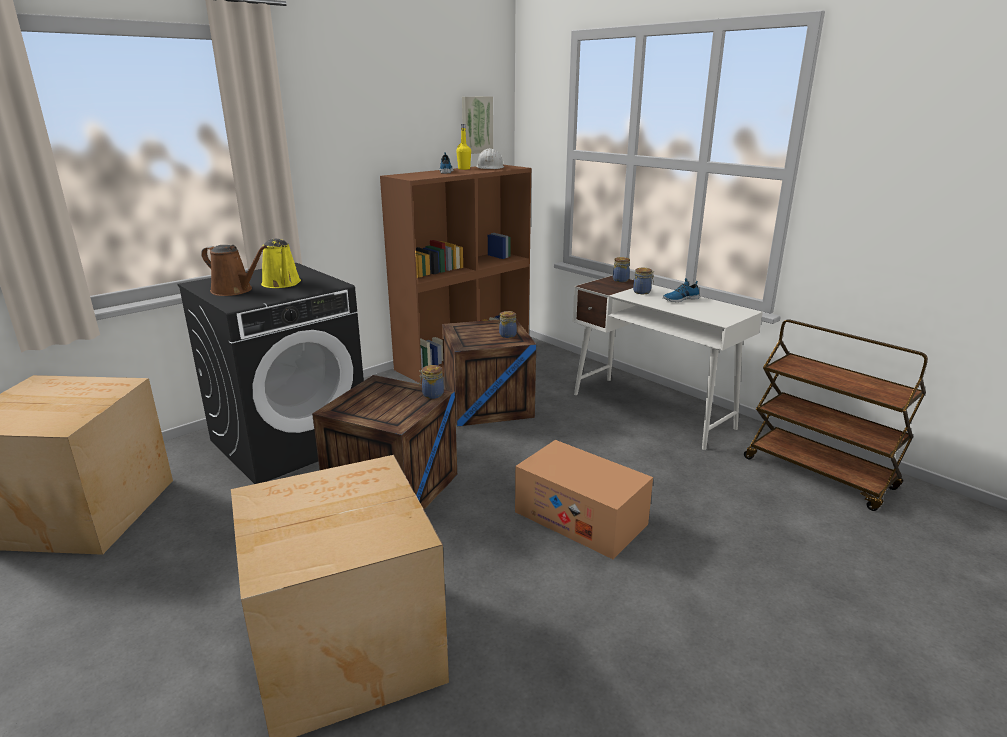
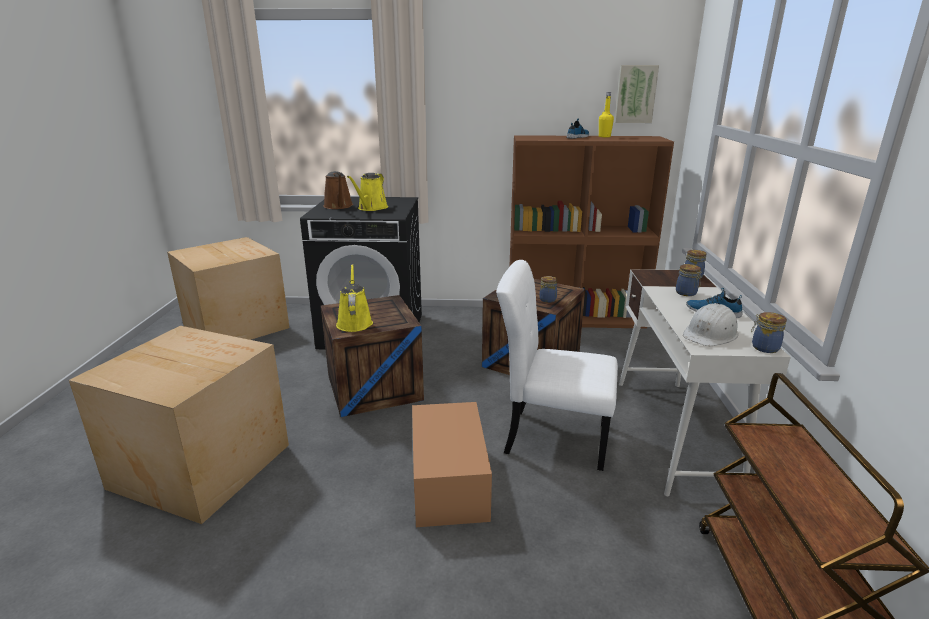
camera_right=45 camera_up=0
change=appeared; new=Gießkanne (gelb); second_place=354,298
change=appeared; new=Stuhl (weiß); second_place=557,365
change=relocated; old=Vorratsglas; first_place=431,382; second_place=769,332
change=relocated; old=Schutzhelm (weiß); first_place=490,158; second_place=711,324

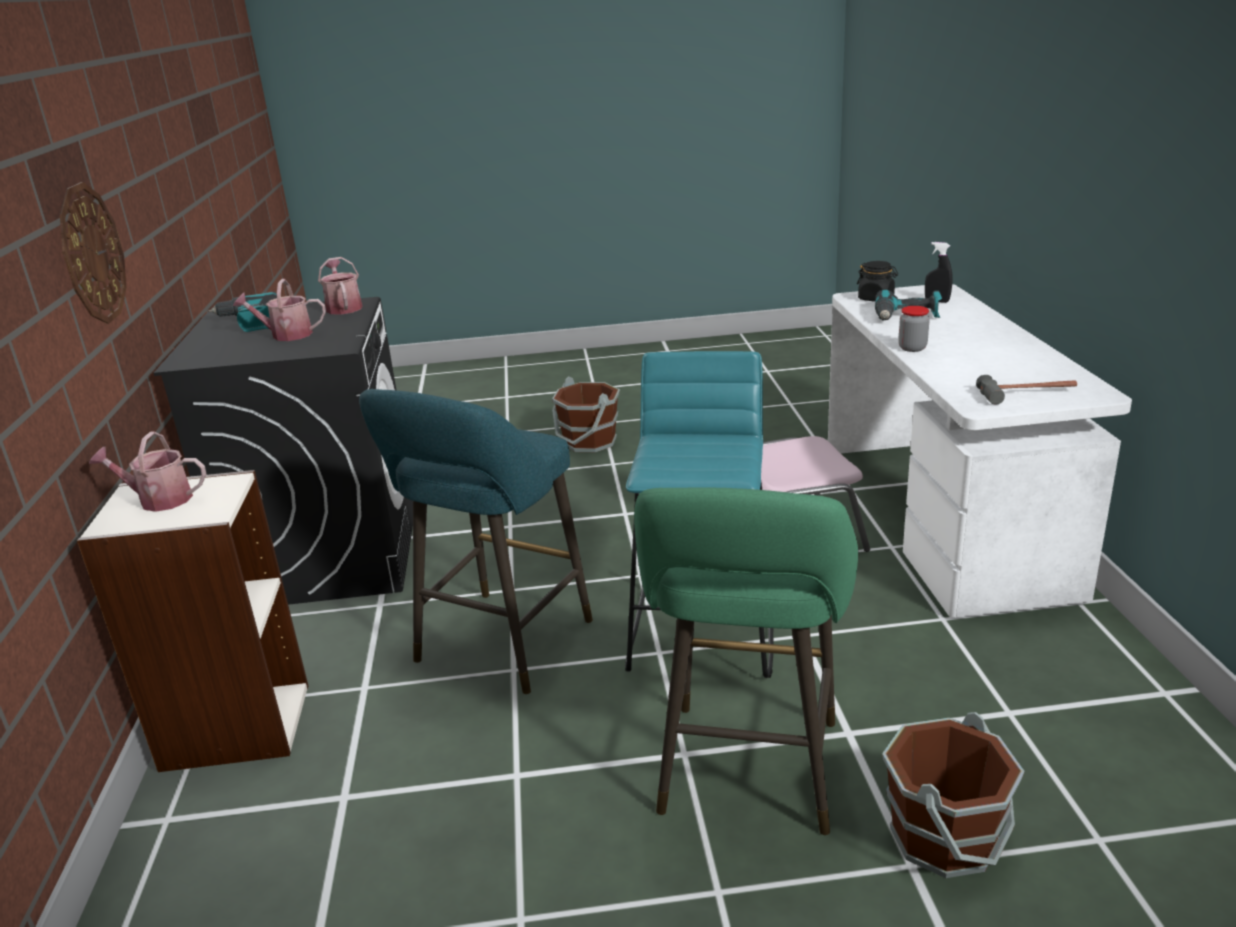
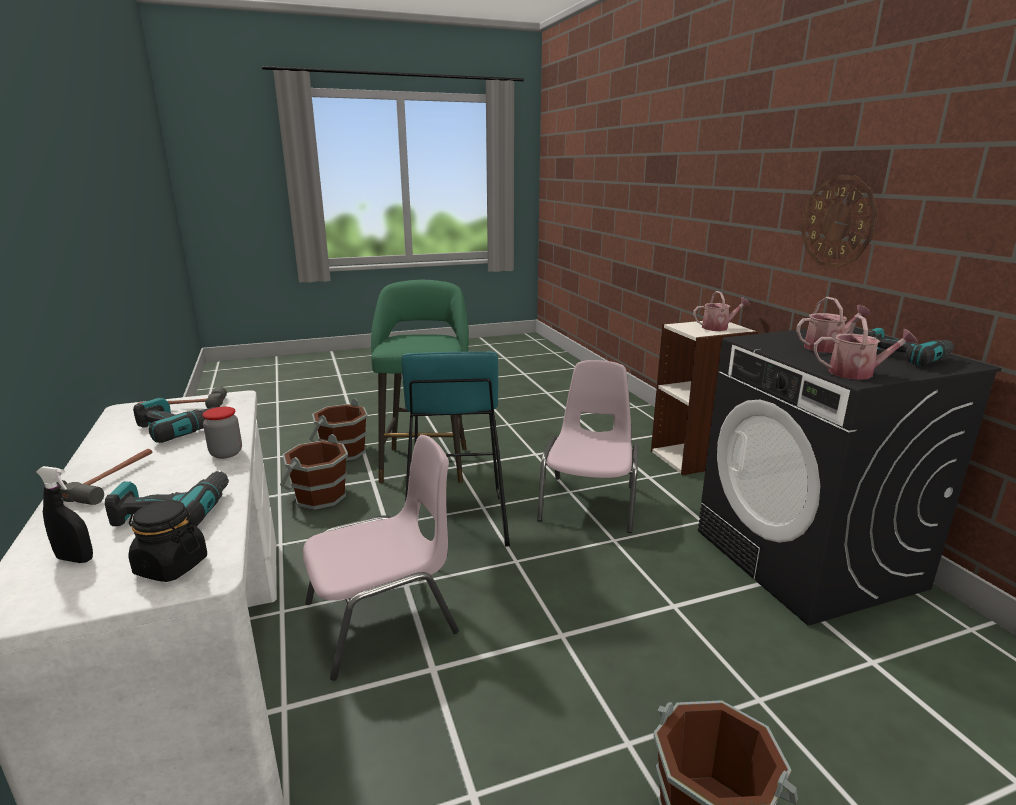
camera_right=165 camera_up=-5
change=appeared; new=Hammer; second_place=105,477
change=appeared; new=Bohrmaschine; second_place=174,420
change=appeared; new=Eimer (braun); second_place=314,472
change=exchanged; old=Hocker (türkis); new=Stuhl (rosa); first_place=476,541; second_place=587,446
change=spun; old=Gießkanne; first_place=340,286; second_place=865,347; degrees=-45

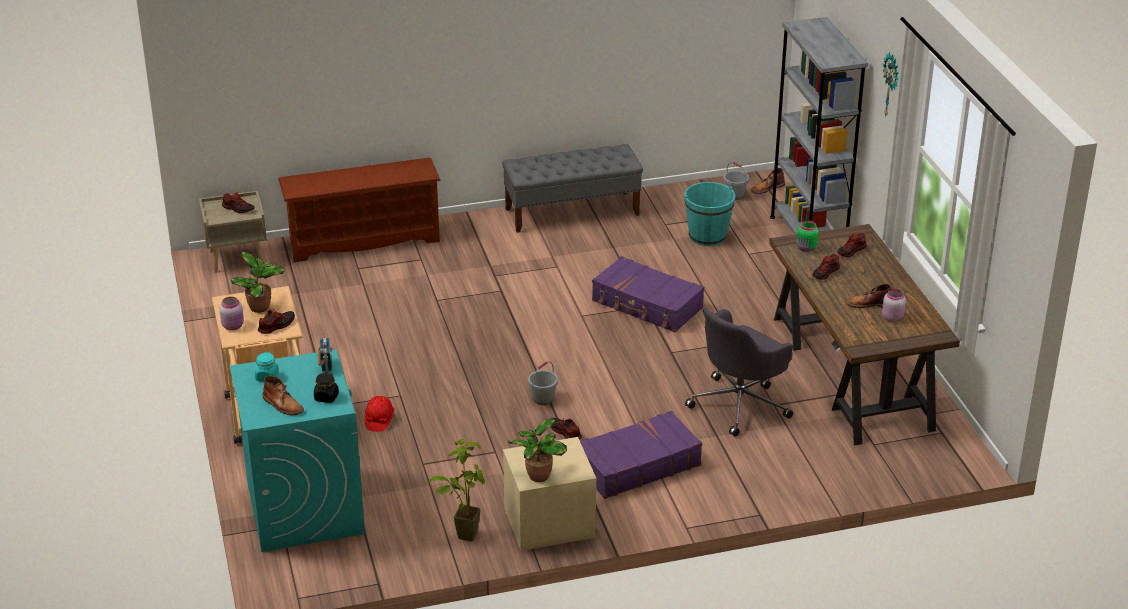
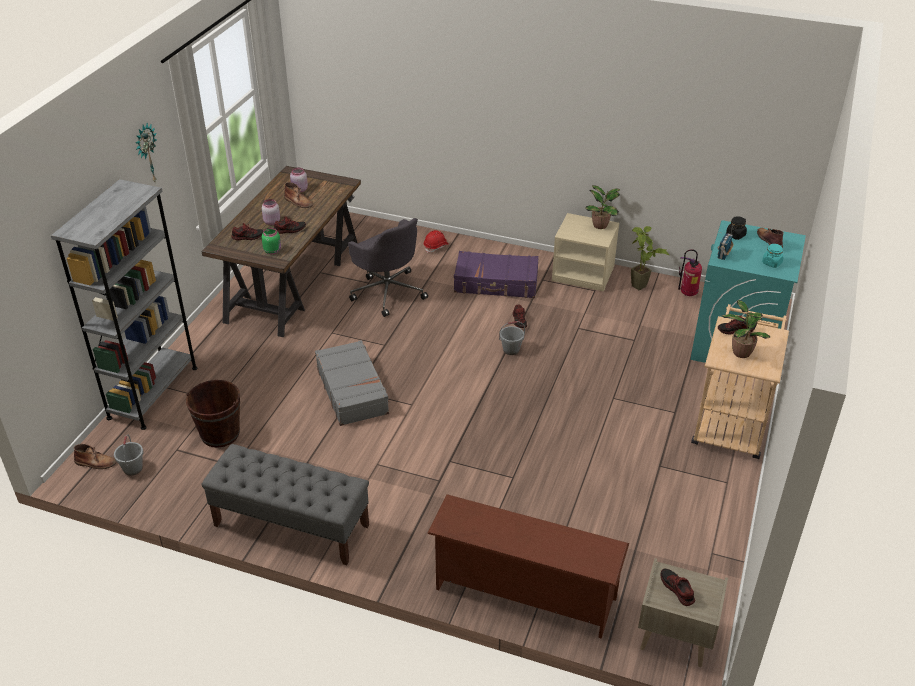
camera_right=-145 camera_up=5
change=appeared; new=Feuerlöscher; second_place=690,272
change=relocated; old=Vorratsglas (rosa); first_place=231,313; second_place=271,212
change=relocated; old=Schutzhelm (rot); first_place=379,414; second_place=436,241
change=colour; old=Koffer (lila); new=Koffer (grau); first_place=648,294; second_place=352,383
change=colour; old=Eimer (türkis); new=Eimer (braun); first_place=709,214; second_place=213,414
change=spun; old=Bürostuhl (grau); first_place=739,372; second_place=388,267; degrees=60

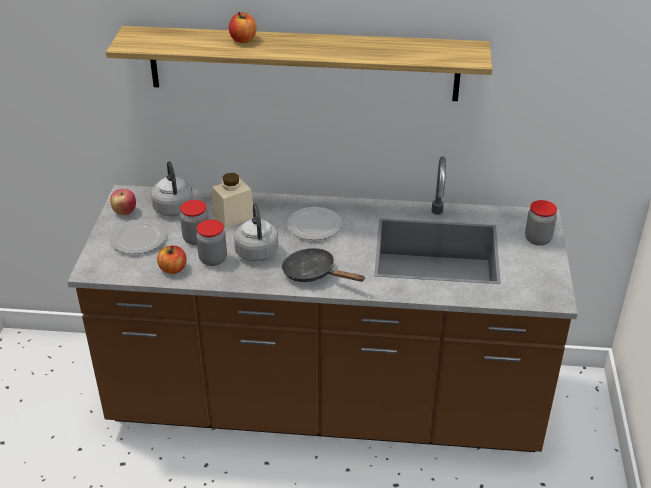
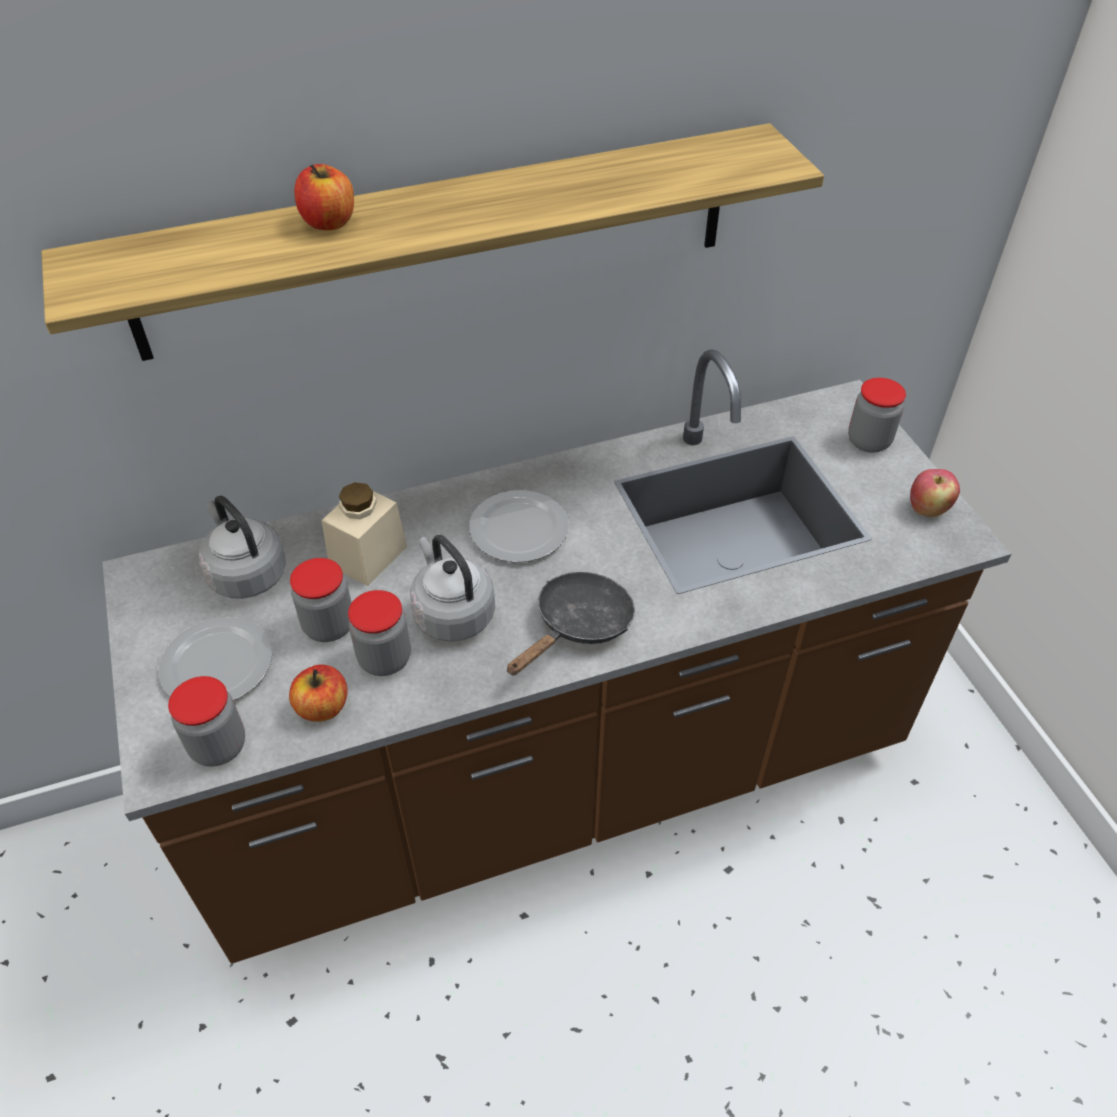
camera_right=-25 camera_up=10
change=appeared; new=Vorratsglas; second_place=206,721
change=relocated; old=Apfel; first_place=123,202; second_place=935,493
change=spun; old=Pfanne (schwarz); first_place=324,265; second_place=571,624; degrees=120

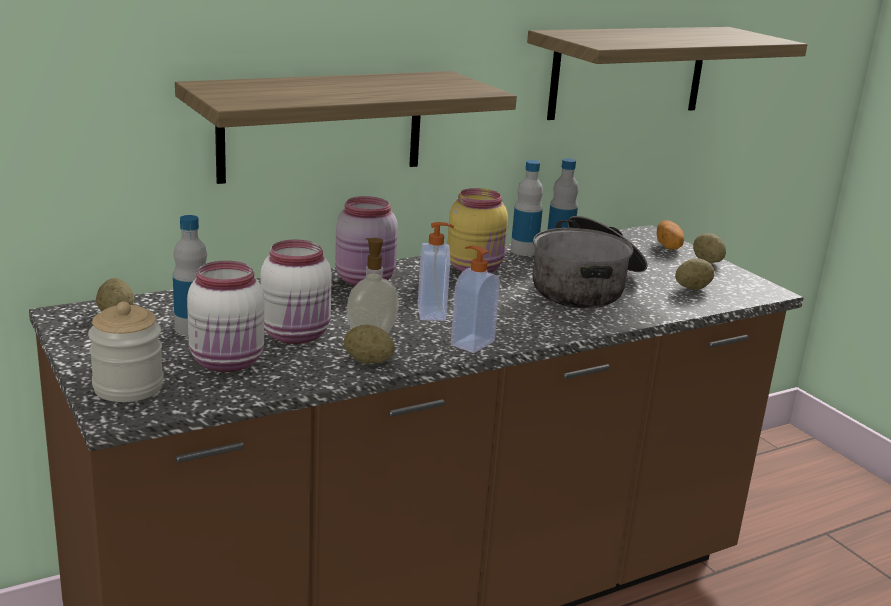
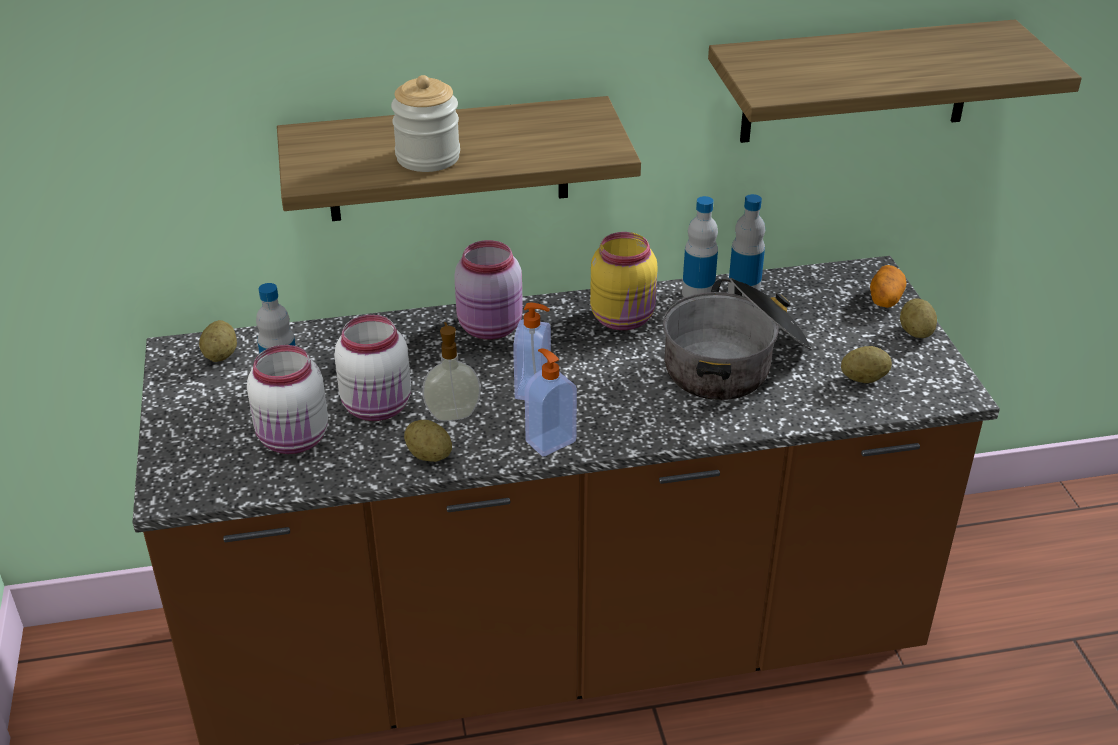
camera_right=20 camera_up=15
change=relocated; old=Vorratsglas; first_place=126,351; second_place=425,123

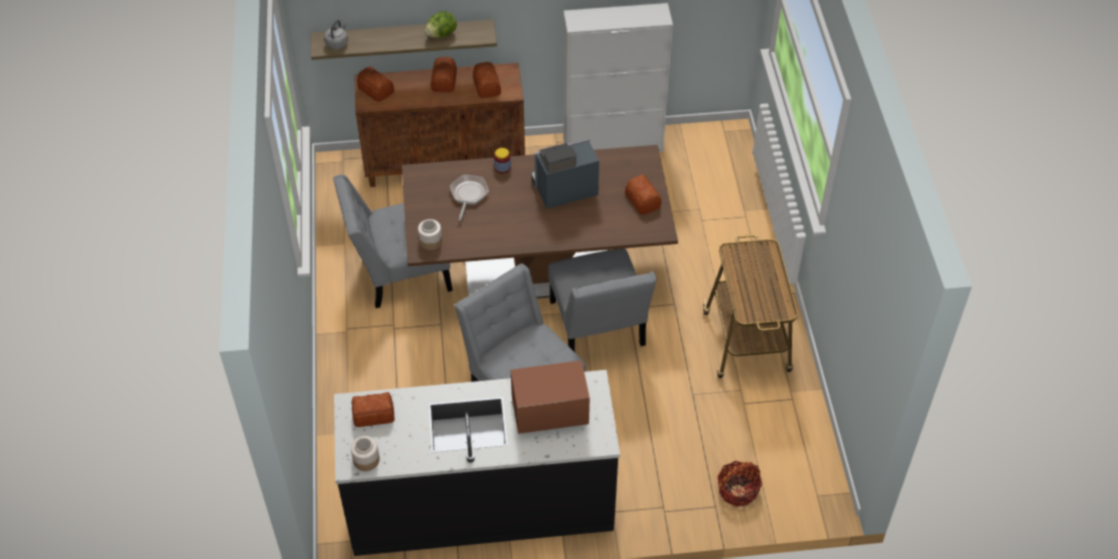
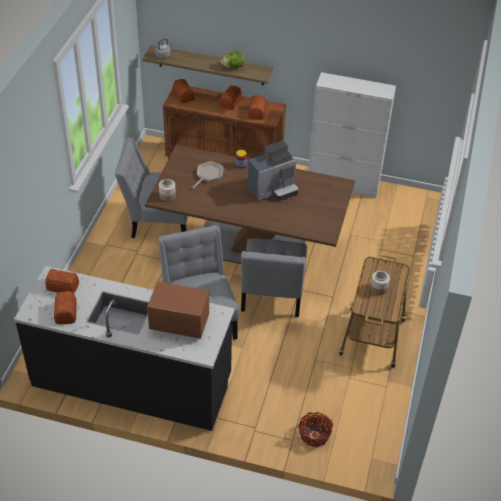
camera_right=20 camera_up=-5
change=relocated; old=Vorratsglas; first_place=365,453; second_place=380,283
change=relocated; old=Brot; first_place=643,195; second_place=65,307
change=spun; old=Kaffeemaschine; first_place=566,173; second_place=273,171; degrees=150

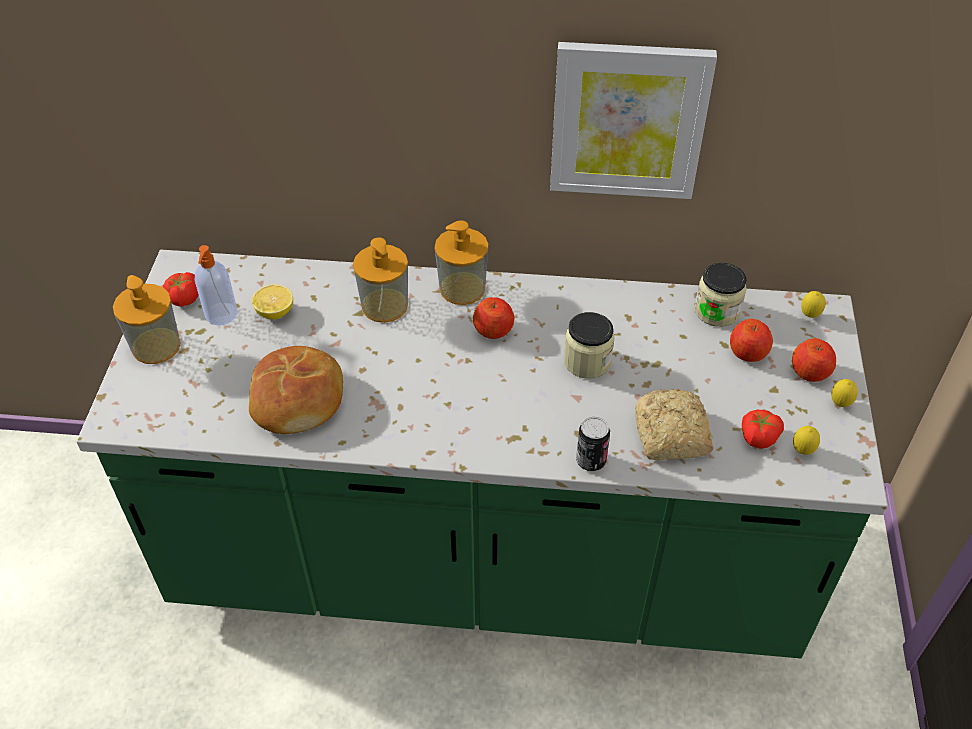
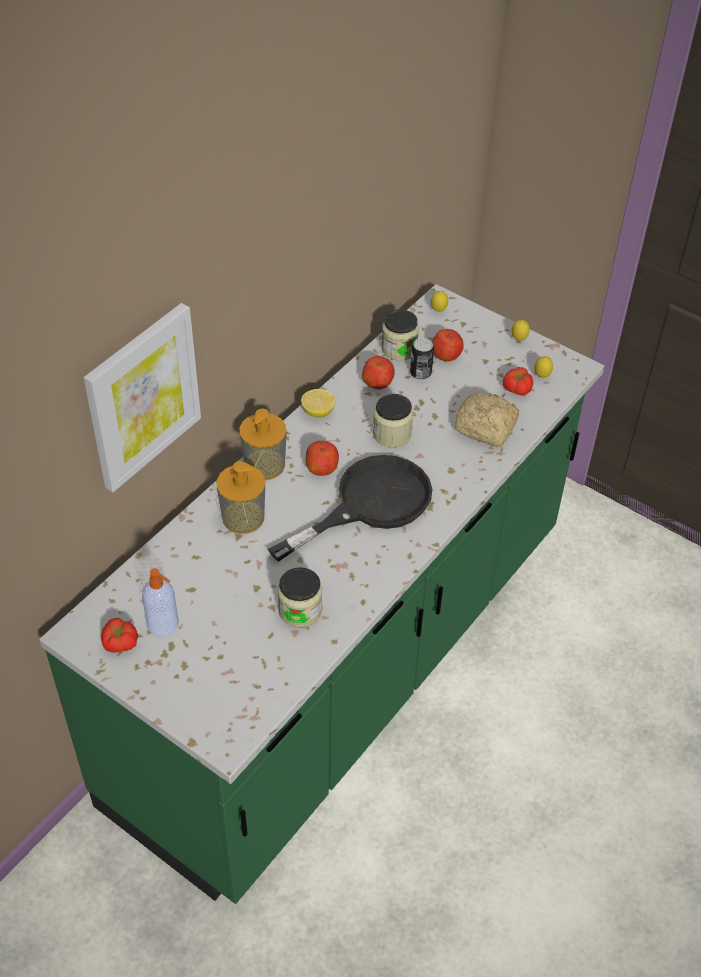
camera_right=-60 camera_up=0
change=missing; old=Seifenspender; first_place=147,319
change=appeared; new=Pfanne (schwarz); second_place=350,508
change=relocated; old=Zitrone; first_place=272,302; second_place=318,403
change=relocated; old=Bild; first_place=633,120; second_place=142,397
change=relocated; old=Dose; first_place=593,444; second_place=422,359
change=relocated; old=Apfel; first_place=814,360; second_place=378,372
change=exchanged; old=Brot; new=Vorratsglas; first_place=296,390; second_place=300,597

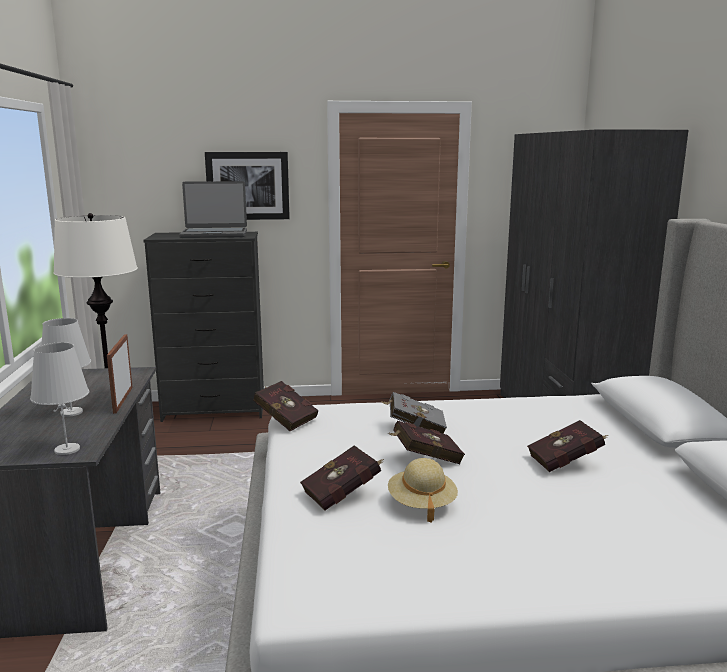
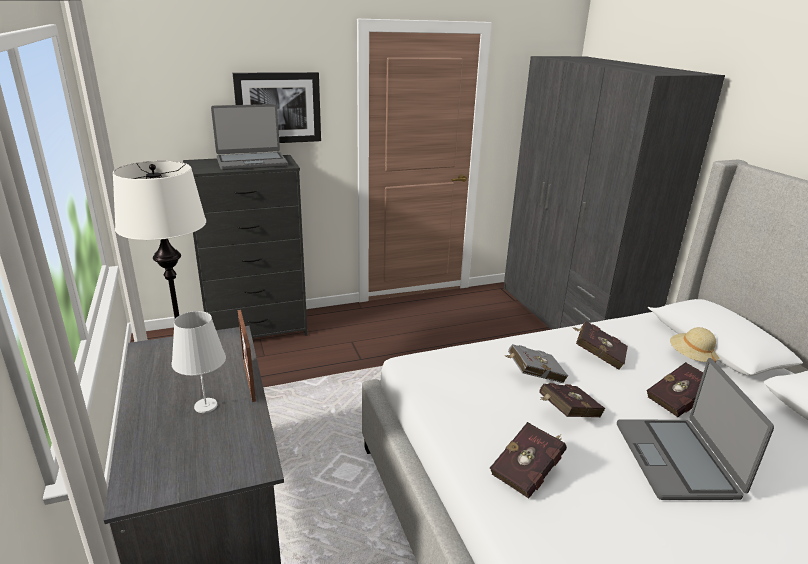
camera_right=-15 camera_up=10
change=missing; old=Tischlampe (weiß); first_place=59,398
change=appeared; new=Laptop; second_place=695,429
change=relocated; old=Buch (rot); first_place=285,406; second_place=600,345
change=relocated; old=Hut (beige); first_place=423,490; second_place=695,344

